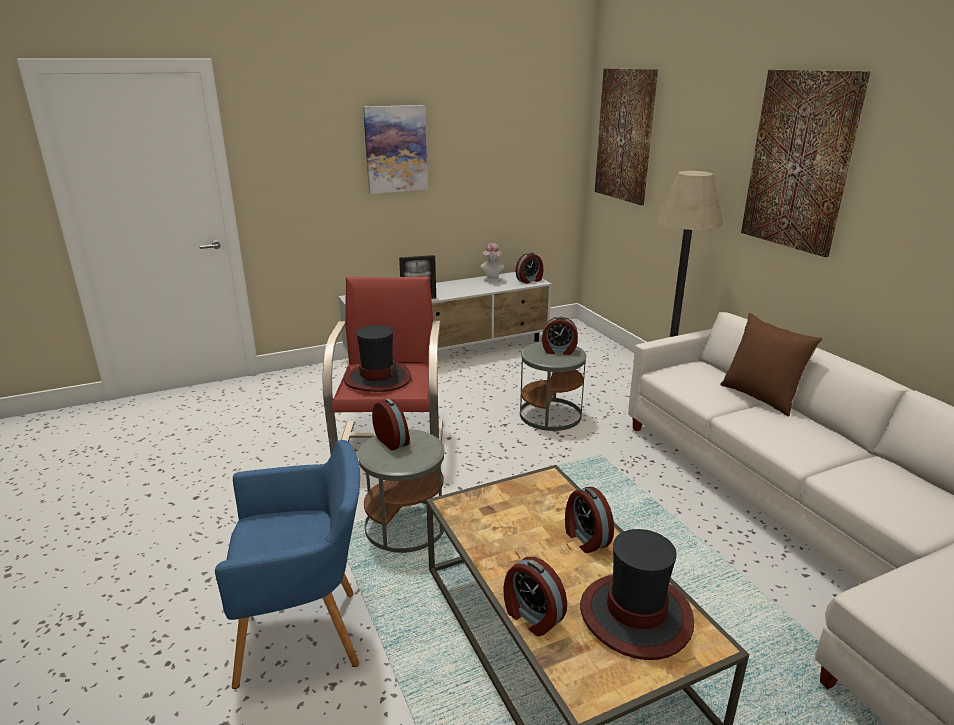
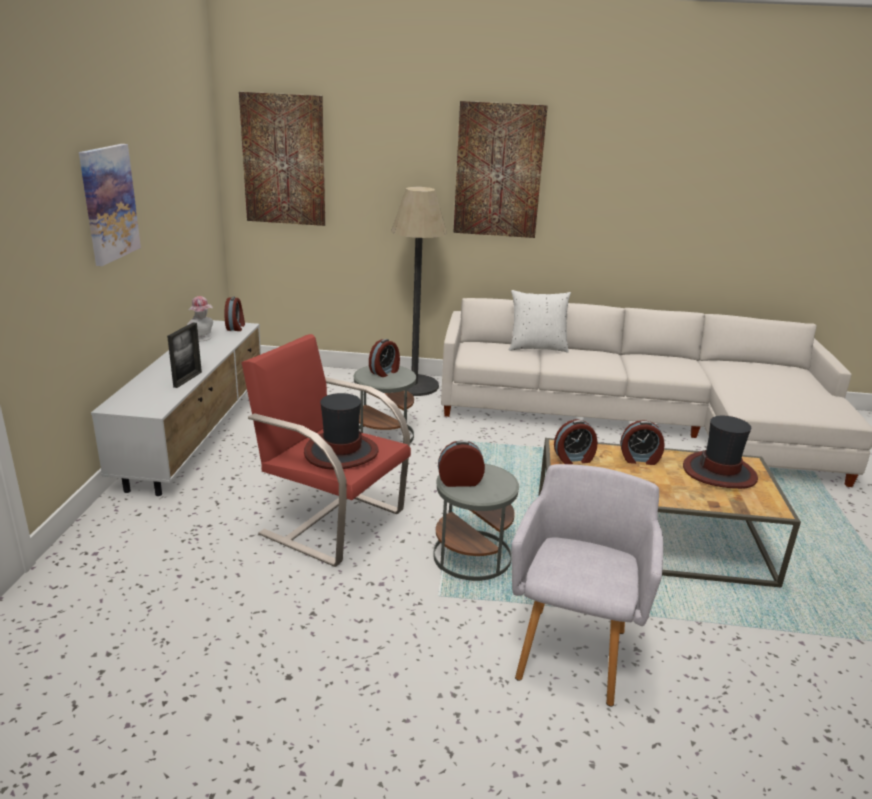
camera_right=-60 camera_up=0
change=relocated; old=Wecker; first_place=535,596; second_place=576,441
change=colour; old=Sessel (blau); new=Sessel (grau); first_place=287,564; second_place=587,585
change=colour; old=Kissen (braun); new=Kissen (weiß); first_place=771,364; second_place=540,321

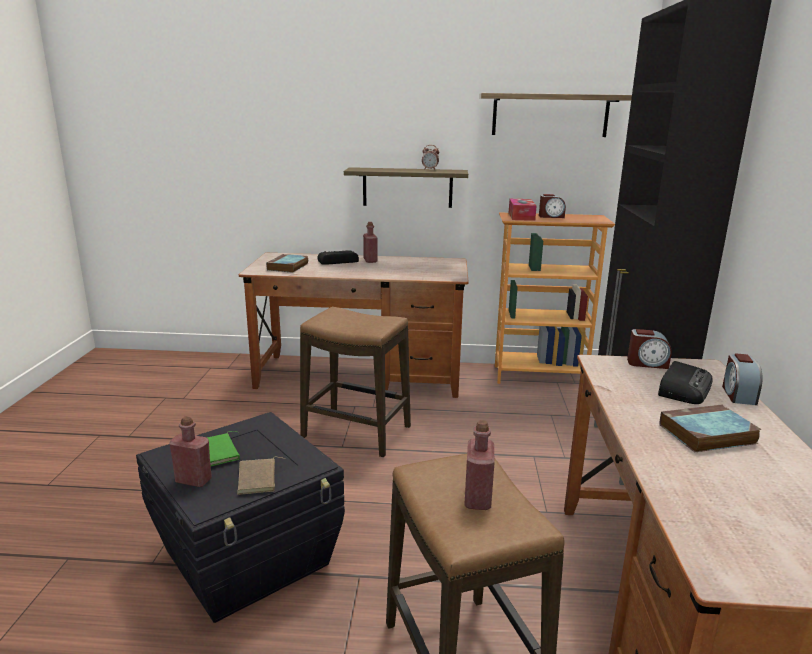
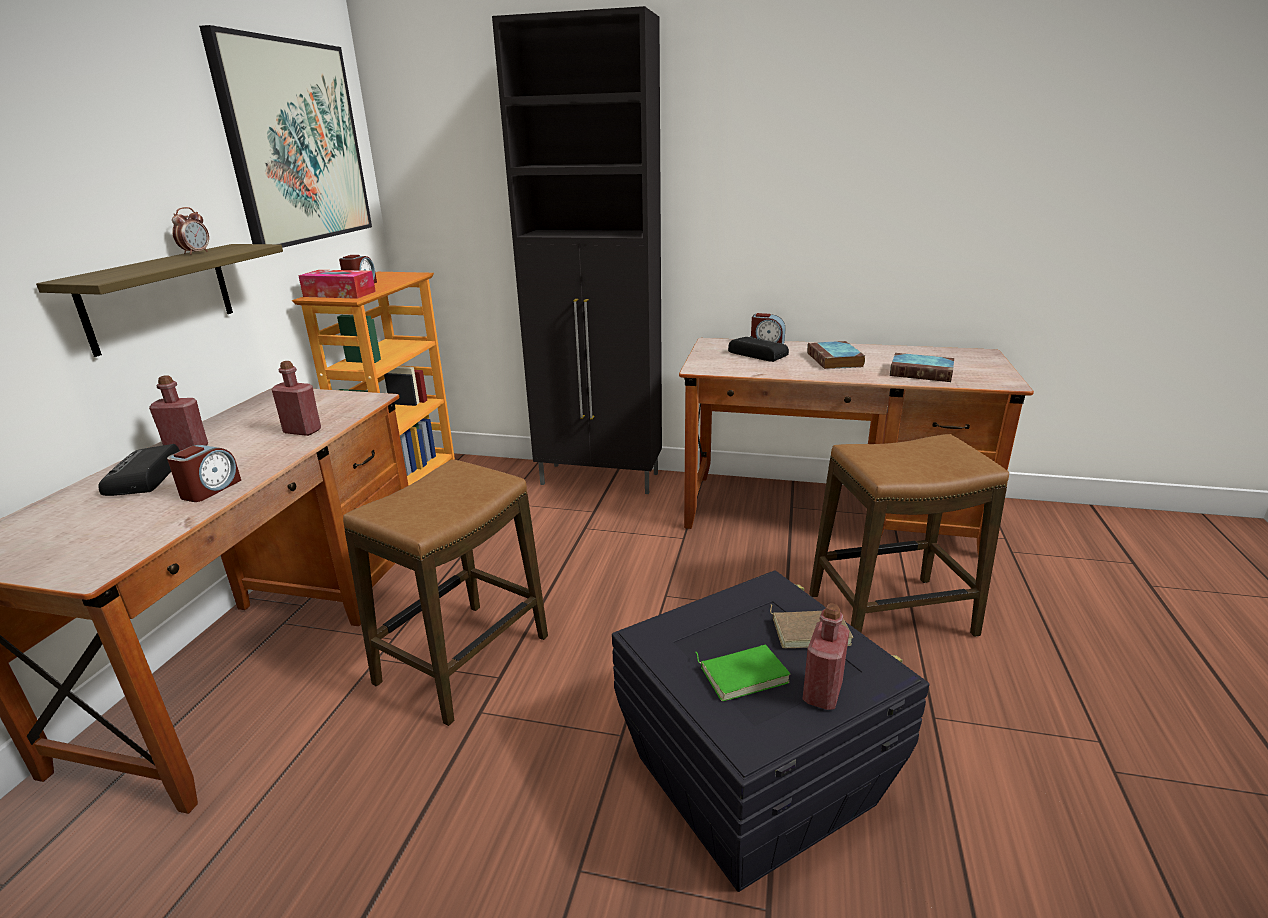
camera_right=-80 camera_up=5
change=relocated; old=Buch; first_place=287,263; second_place=922,367
change=relocated; old=Flasche (rot); first_place=479,465; second_place=296,398
change=relocated; old=Wecker; first_place=649,349; second_place=204,473
change=exchanged; old=Wandregal; new=Bild; first_place=555,115; second_place=285,136

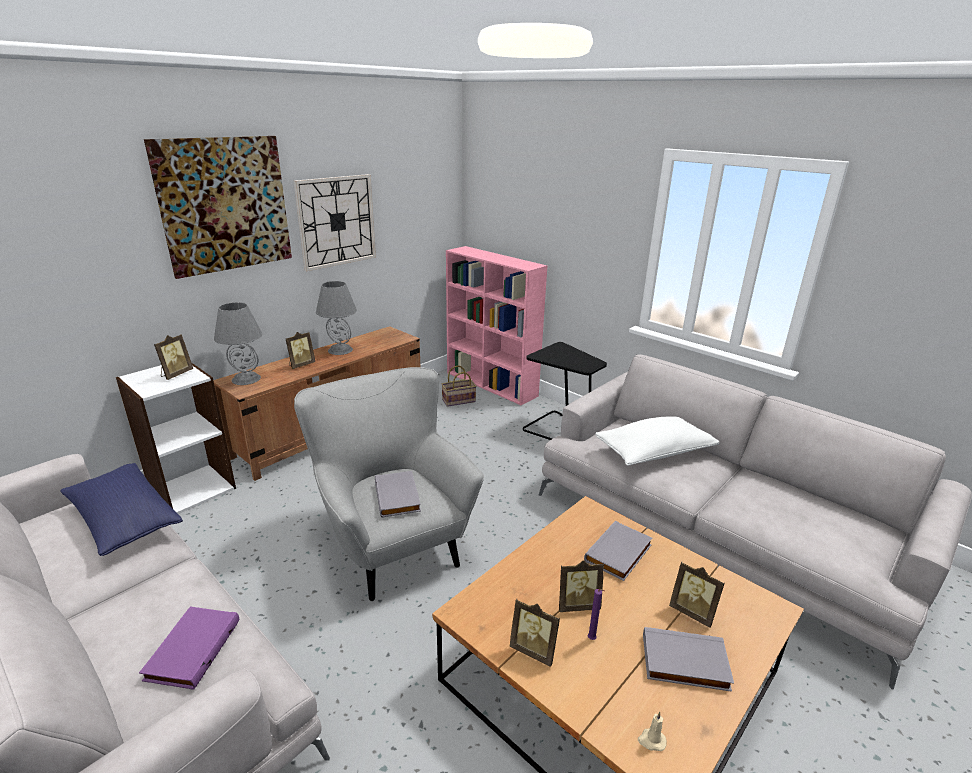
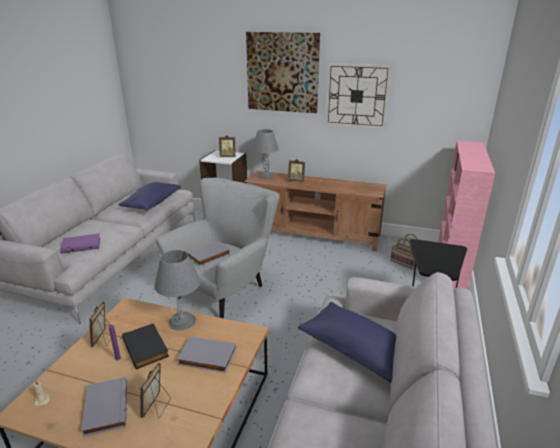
camera_right=65 camera_up=0
change=relocated; old=Tischlampe (grau); first_place=336,318; second_place=177,290
change=exchanged; old=Bilderrahmen; new=Buch (schwarz); first_place=581,586; second_place=145,346
change=colour; old=Kissen (weiß); new=Kissen (blau); first_place=657,441; second_place=347,342

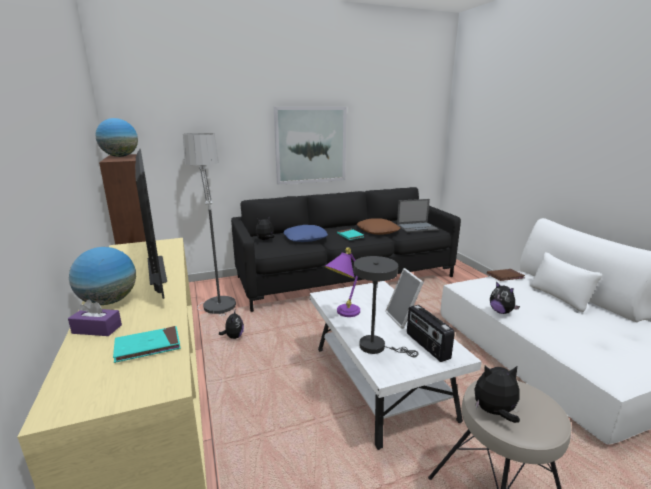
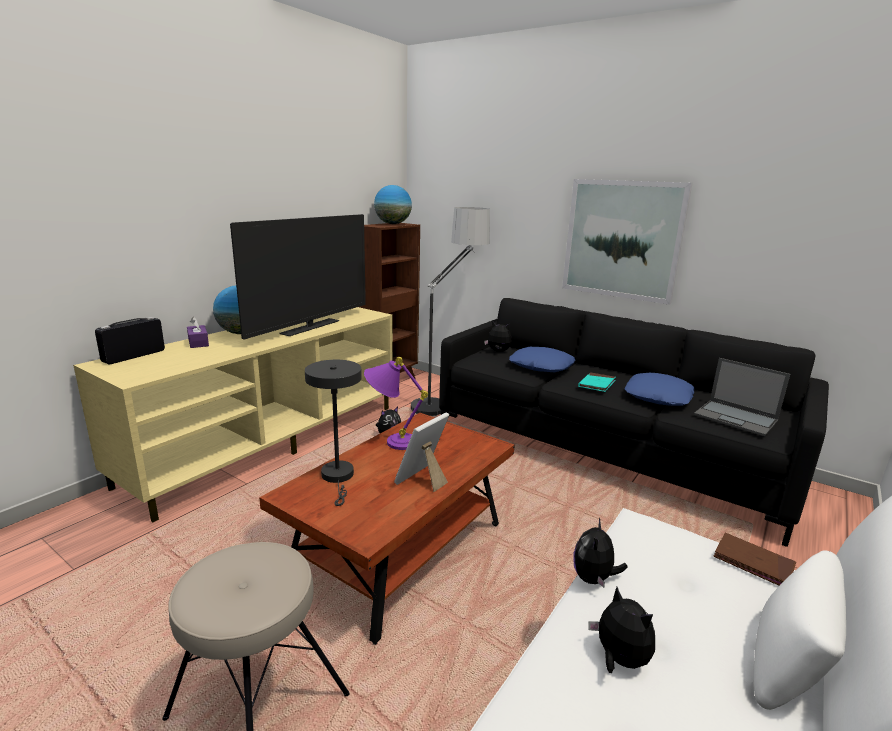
camera_right=55 camera_up=0
change=missing; old=Buch (türkis); first_place=146,344
change=relocated; old=Radio; first_place=431,333; second_place=130,340
change=relocated; old=Plüschtier; first_place=497,394; second_place=621,630
change=colour; old=Couchtisch (weiß); new=Couchtisch (braun); first_place=396,365; second_place=387,529
change=colour; old=Kissen (braun); new=Kissen (blau); first_place=378,226; second_place=659,389

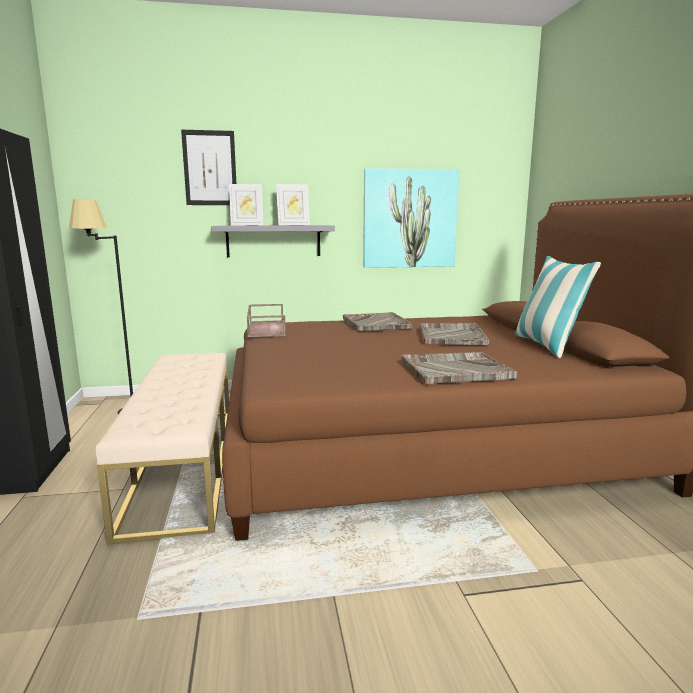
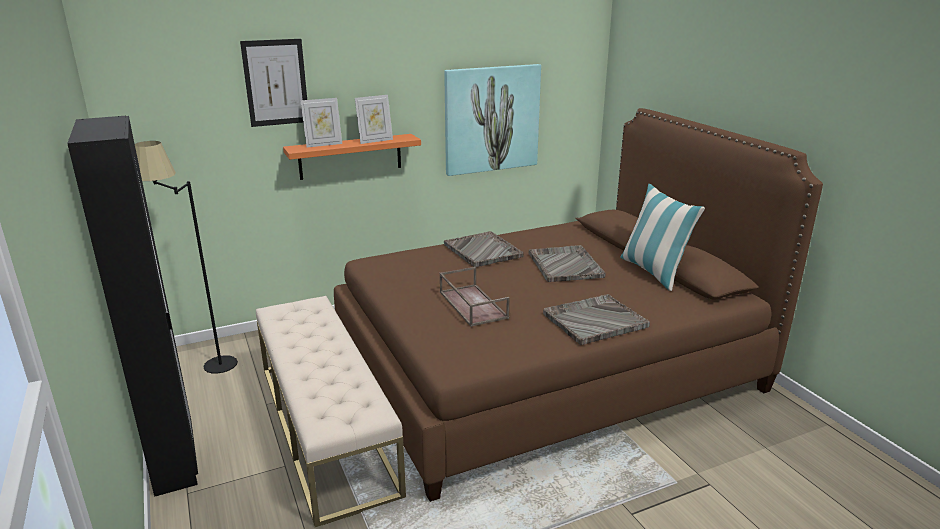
camera_right=-15 camera_up=10
change=relocated; old=Tablett (braun); first_place=266,320; second_place=474,297
change=colour; old=Wandregal (grau); new=Wandregal (orange); first_place=273,241; second_place=352,157

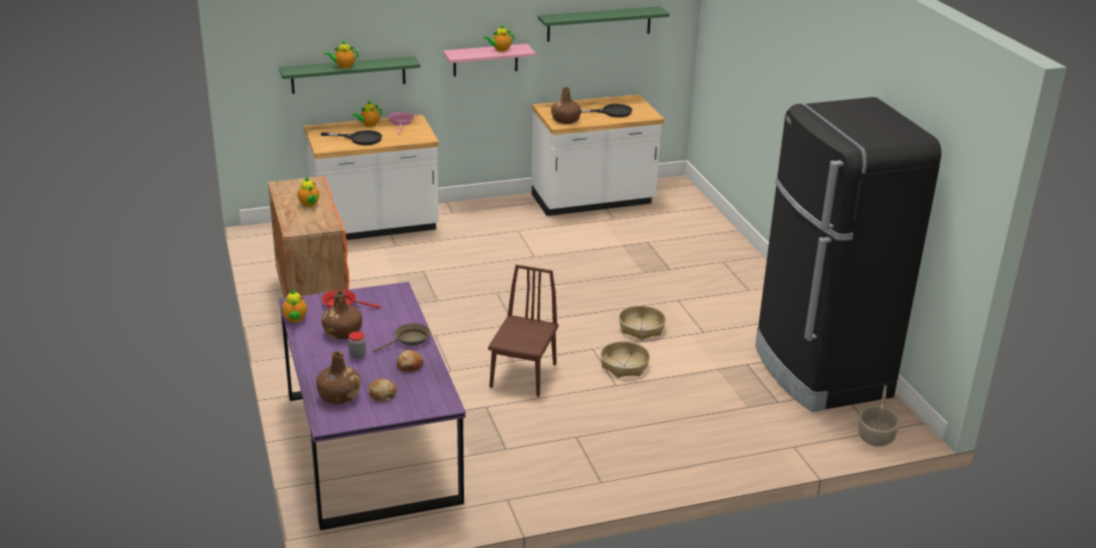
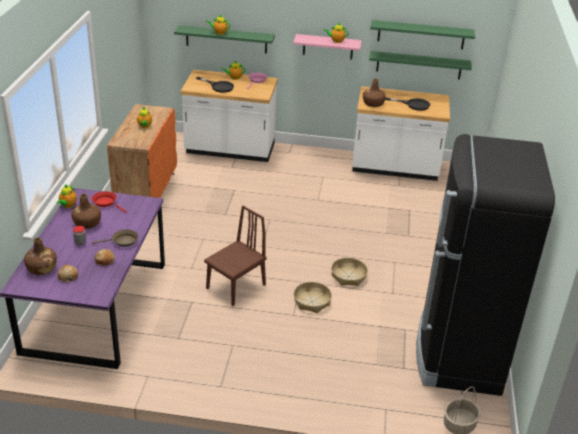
camera_right=25 camera_up=5
change=appeared; new=Wandregal (grün); second_place=420,65

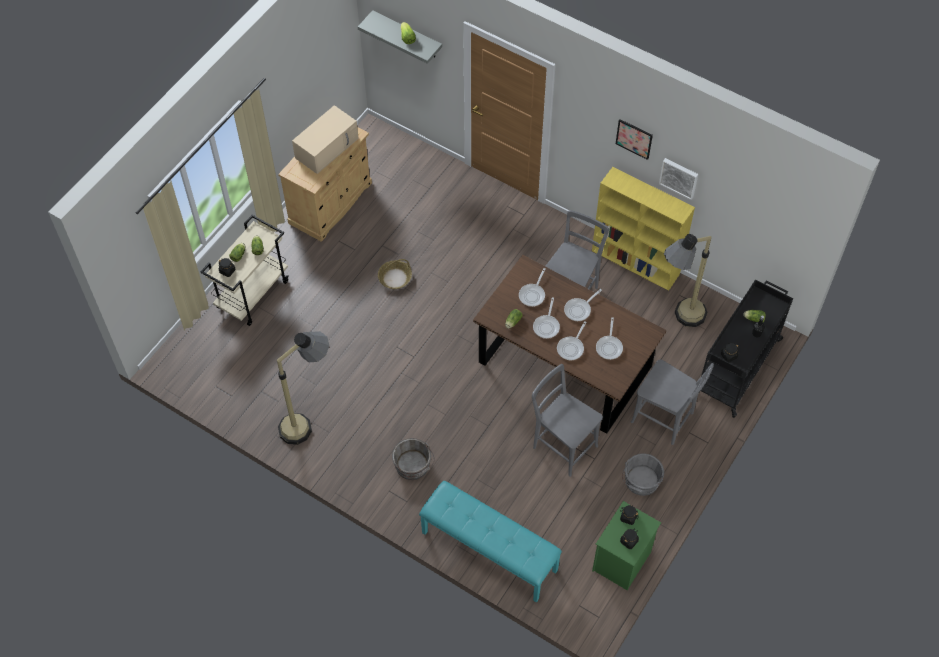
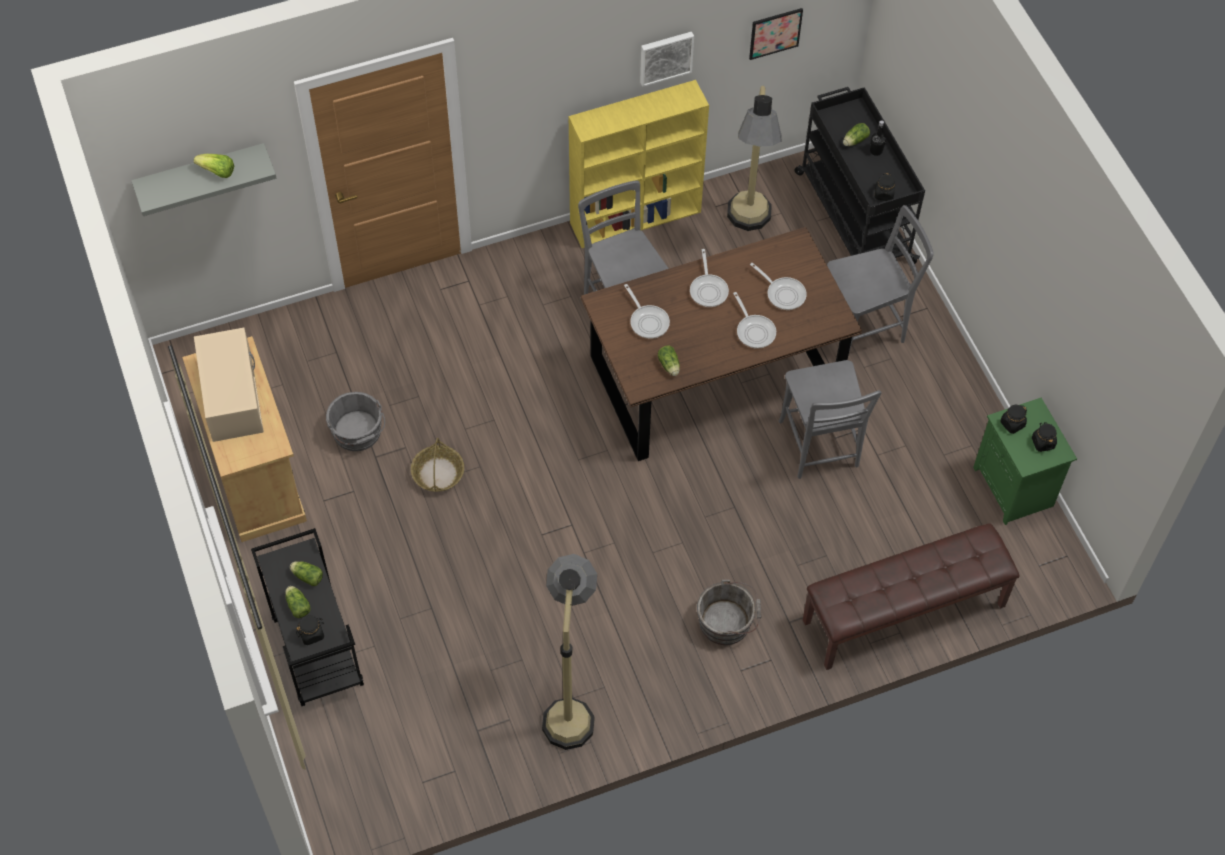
camera_right=-55 camera_up=0
change=missing; old=Pfanne; first_place=546,318
change=relocated; old=Bild; first_place=634,139; second_place=776,34
change=relocated; old=Eimer (grau); first_place=643,474; second_place=355,421
change=colour; old=Rollwagen (beige); new=Rollwagen (schwarz); first_place=245,270; second_place=307,617
change=colour; old=Bank (türkis); new=Bank (braun); first_place=490,542; second_place=911,596
change=spun; old=Stuhl (grau); first_place=567,420; second_place=830,419; degrees=-90

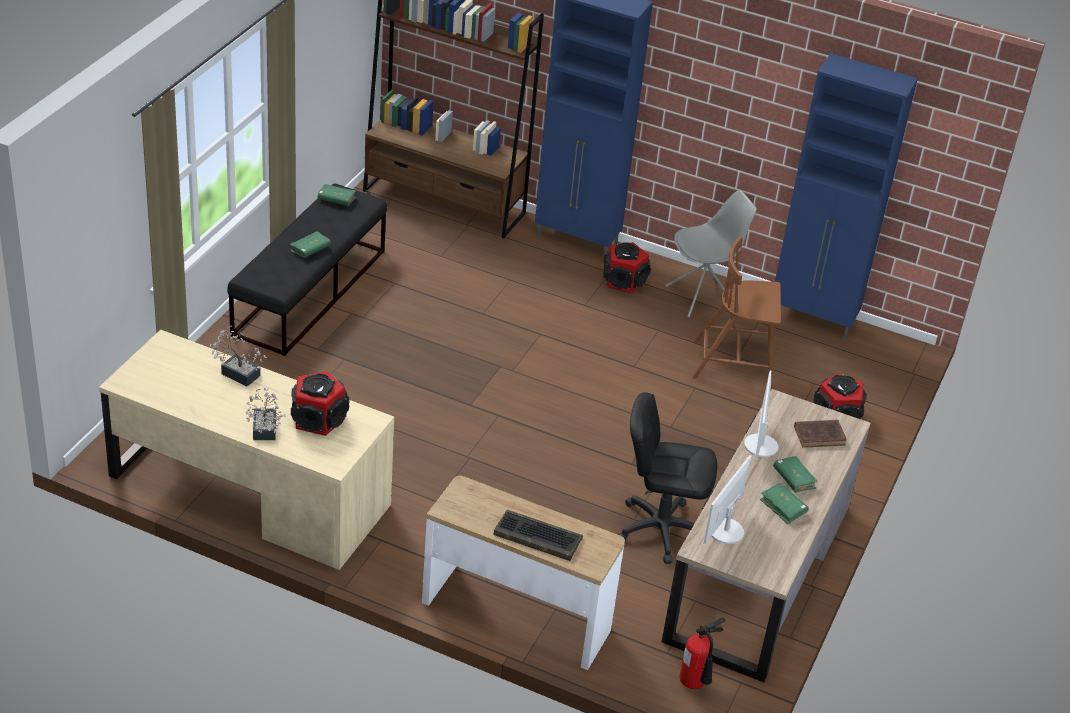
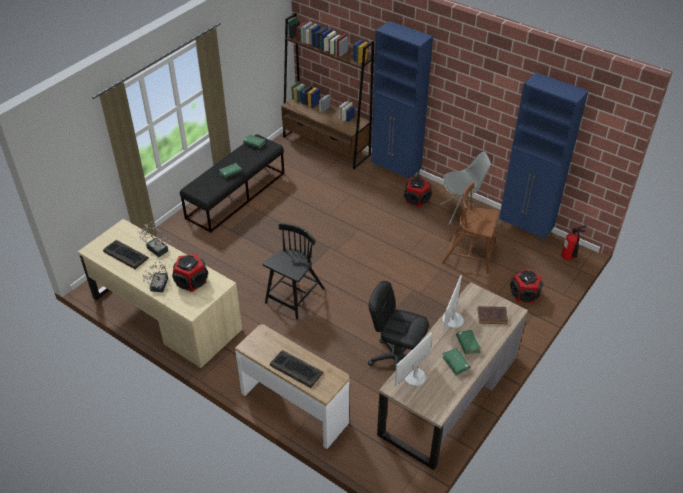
camera_right=15 camera_up=5
change=appeared; new=Tastatur; second_place=126,254
change=appeared; new=Stuhl (schwarz); second_place=294,271
change=relocated; old=Feuerlöscher; first_place=702,653; second_place=574,242

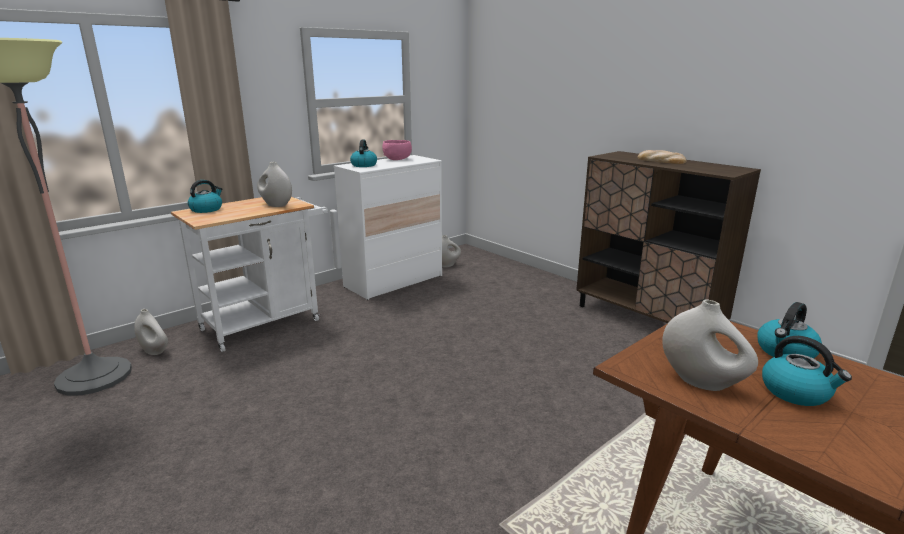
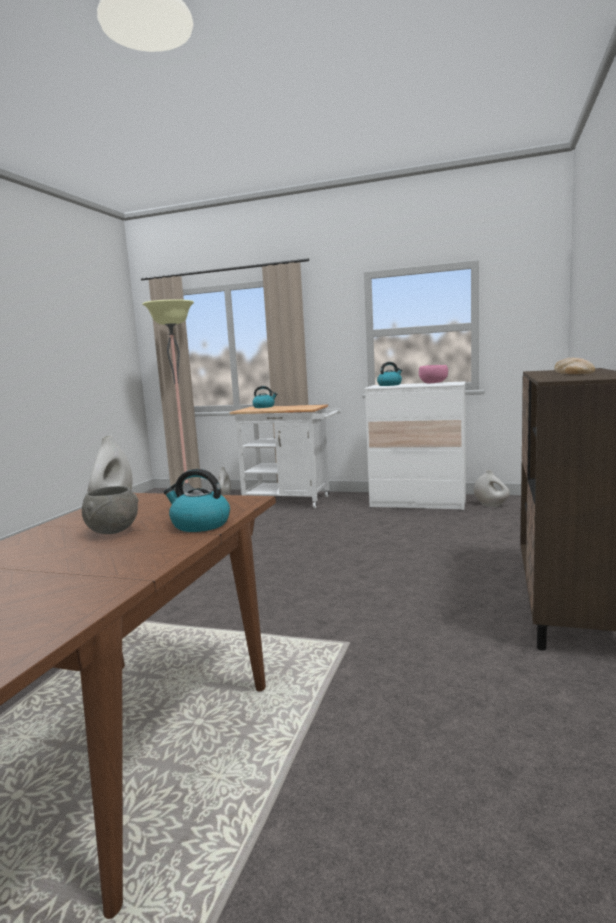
camera_right=60 camera_up=-10
change=missing; old=Vase (weiß); first_place=274,184
change=exchanged; old=Wasserkessel; new=Schüssel (grau); first_place=807,371; second_place=110,510

